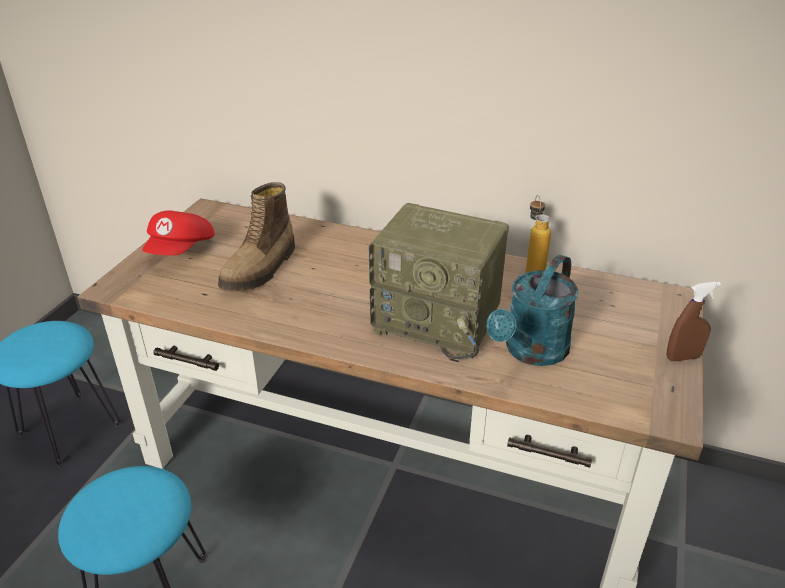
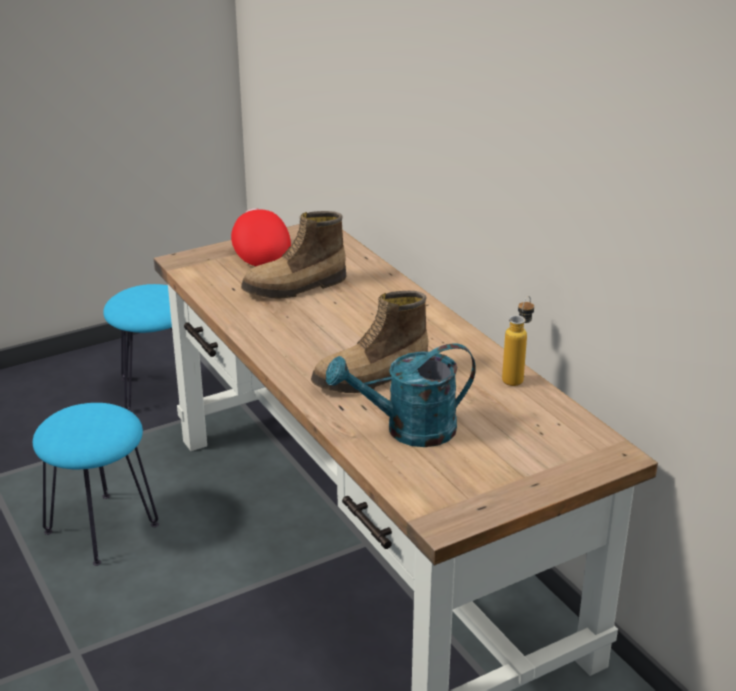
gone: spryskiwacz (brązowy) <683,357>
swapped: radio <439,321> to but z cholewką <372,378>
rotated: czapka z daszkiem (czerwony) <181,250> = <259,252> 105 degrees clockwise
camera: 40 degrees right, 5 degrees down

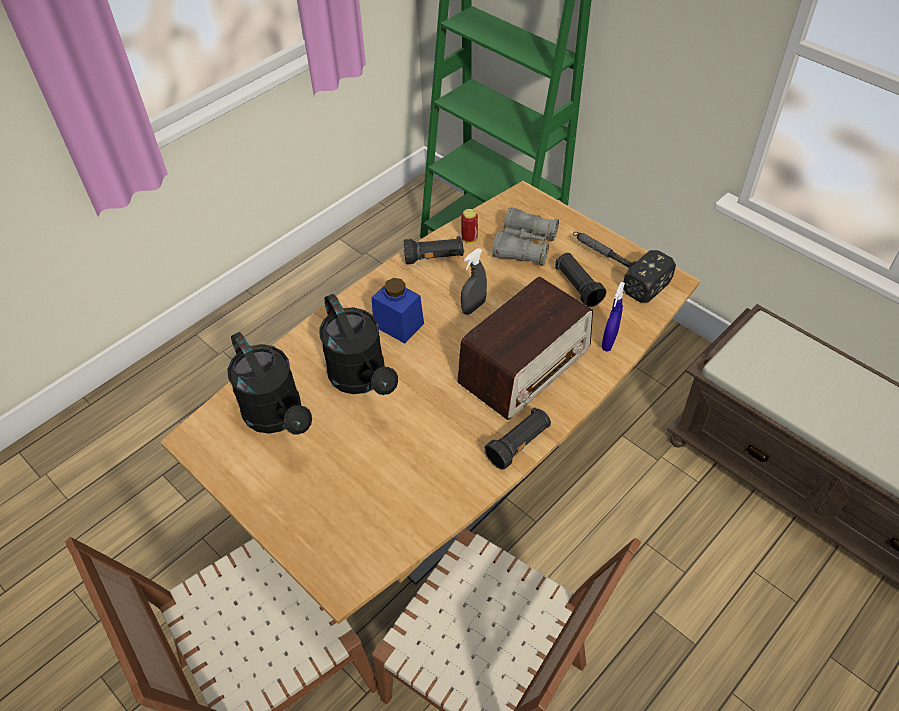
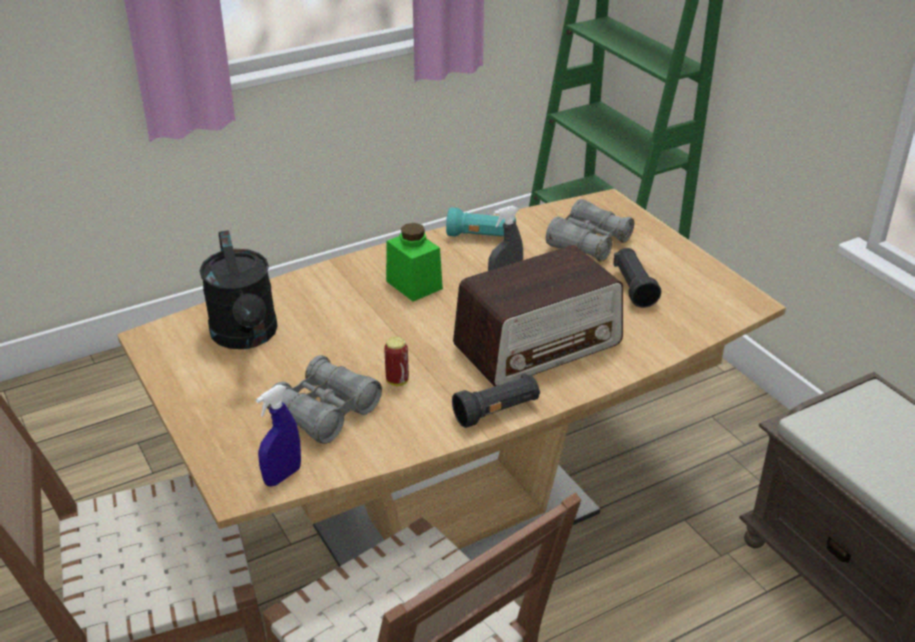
gone: młotek <614,267>; konewka (czarny) <362,379>
new: lornetka (szary) <325,412>
shifted: puszka <469,239> to <397,381>; spryskiwacz (niebieski) <609,342> to <282,476>
repainted: latarka (czarny) <434,258> to latarka (turkusowy) <481,236>; słoik (niebieski) <398,325> to słoik (zielony) <414,285>
camera: 15 degrees right, 15 degrees down

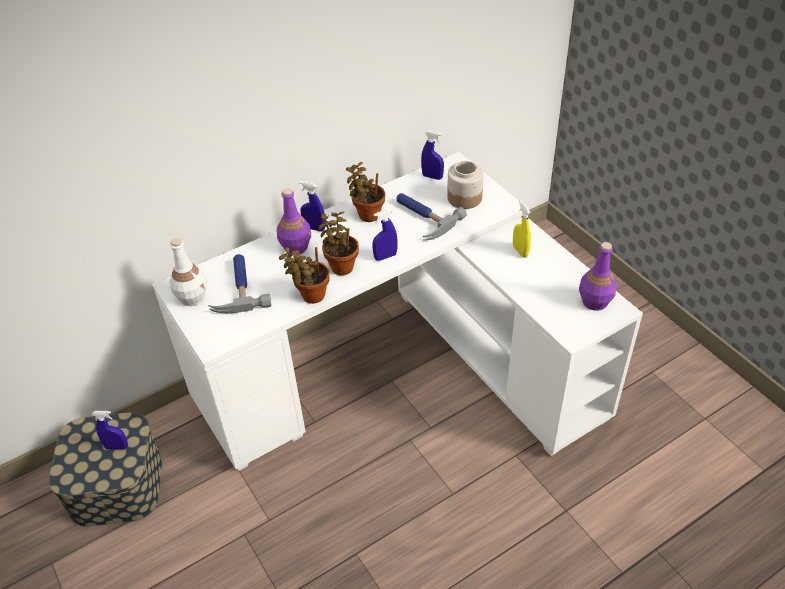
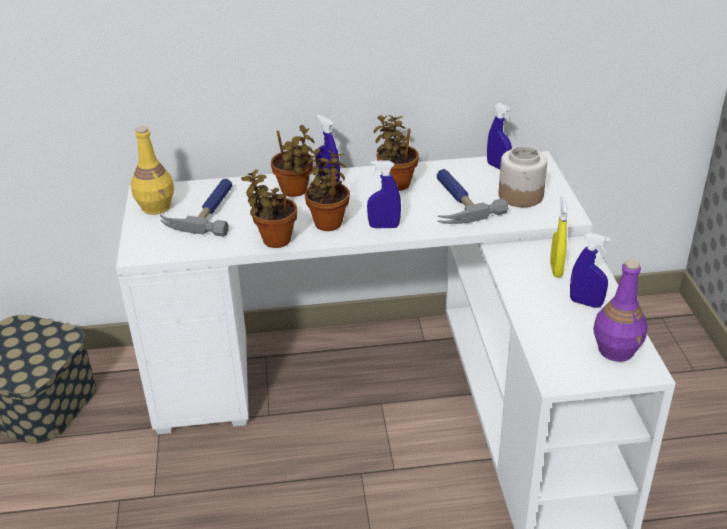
shifted: spryskiwacz (niebieski) <117,447> to <585,303>
swapped: butelka (fioletowy) <296,247> to roślina doniczkowa <295,191>
repainted: butelka (biały) <192,297> to butelka (żółty) <156,206>
camera: 25 degrees right, 10 degrees down

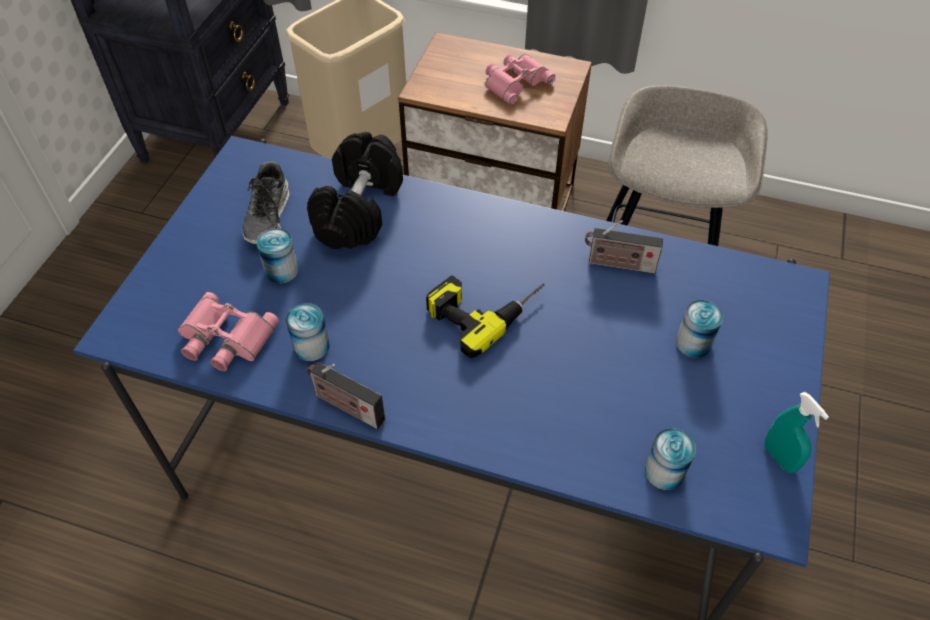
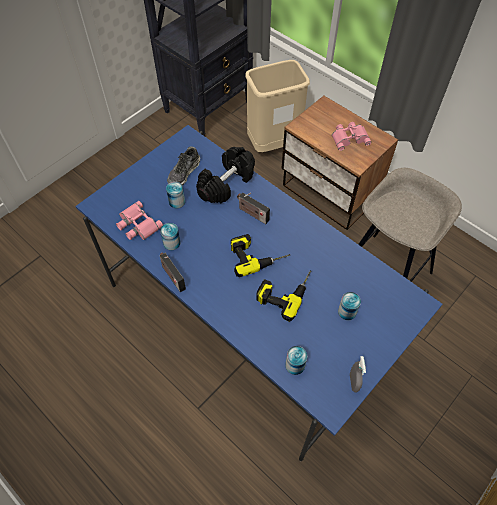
new: wiertarka <284,290>
shifted: radio <618,264> to <252,214>
repainted: spryskiwacz (turkusowy) <779,457> to spryskiwacz (szary) <353,382>
camera: 25 degrees right, 5 degrees up

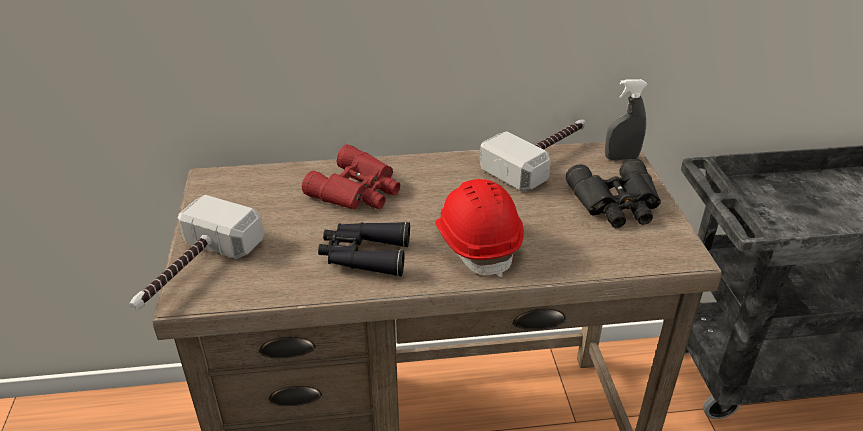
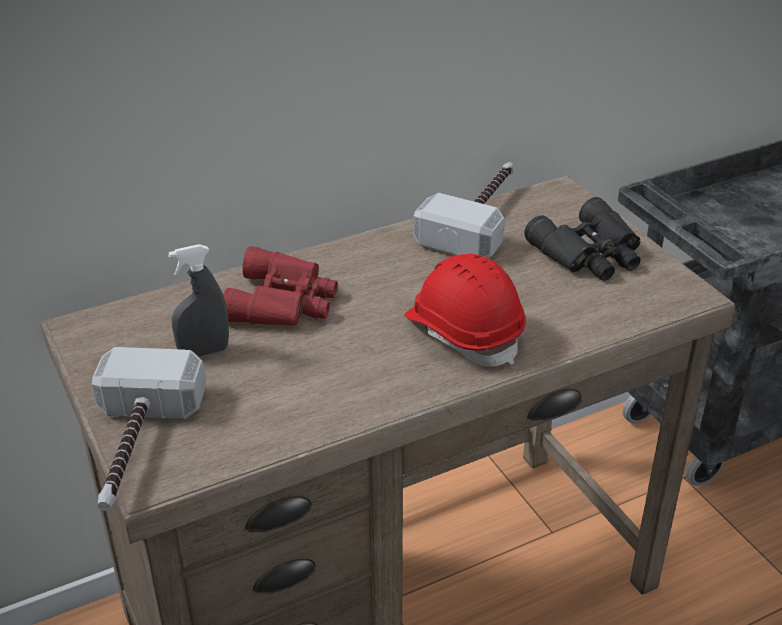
gone: lornetka (czarny) <364,256>
shifted: spryskiwacz (szary) <621,158> to <204,352>
camera: 20 degrees left, 0 degrees up

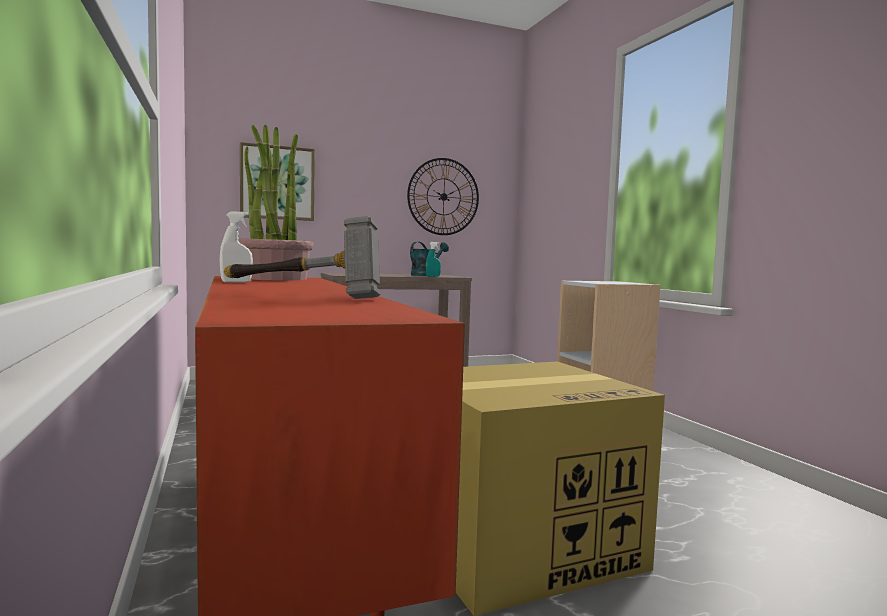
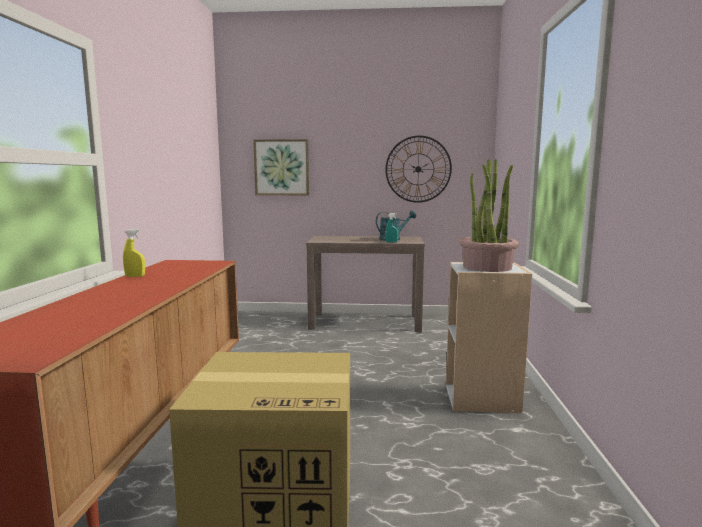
gone: młotek <307,296>
shifted: roślina doniczkowa <273,278> to <487,267>
repainted: spryskiwacz (biały) <236,282> to spryskiwacz (żółty) <135,276>
camera: 25 degrees right, 5 degrees up

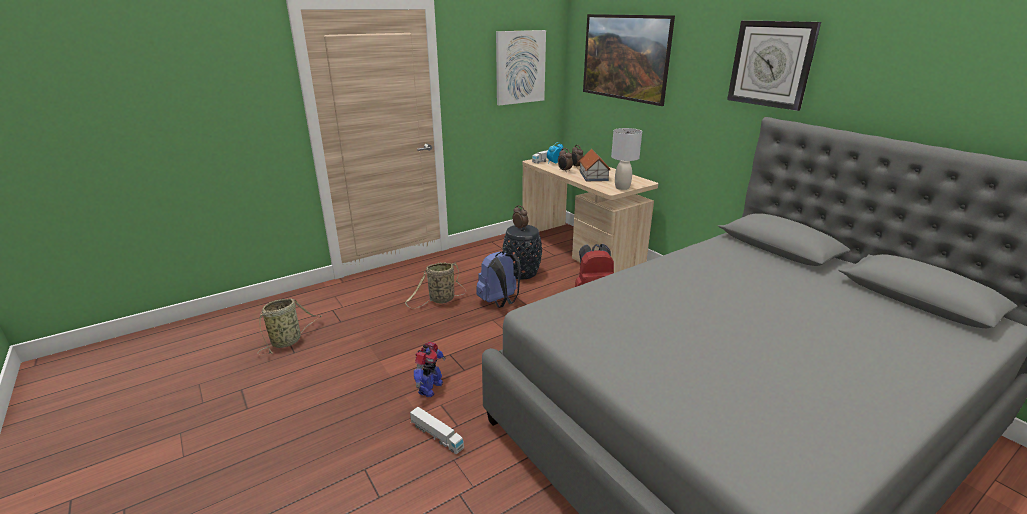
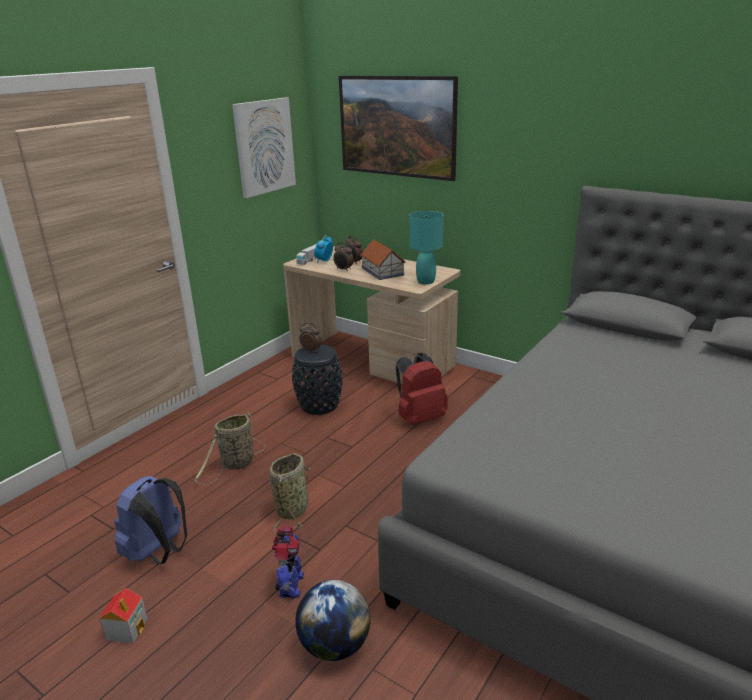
gone: zegar ścienny <771,64>
new: domek <127,628>
shifted: plecak (niebieski) <499,302> to <159,552>; koszyk <288,341> to <293,508>
swapped: ciężarówka zabawkowa <436,436> to globus <334,645>
repainted: lampa stołowa (szary) <622,187> to lampa stołowa (turkusowy) <426,281>
camera: 20 degrees left, 0 degrees up

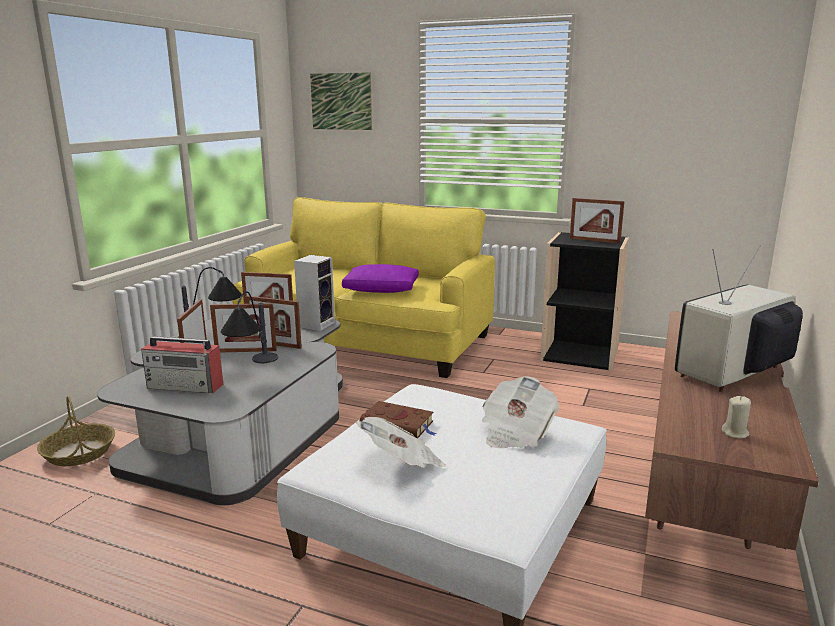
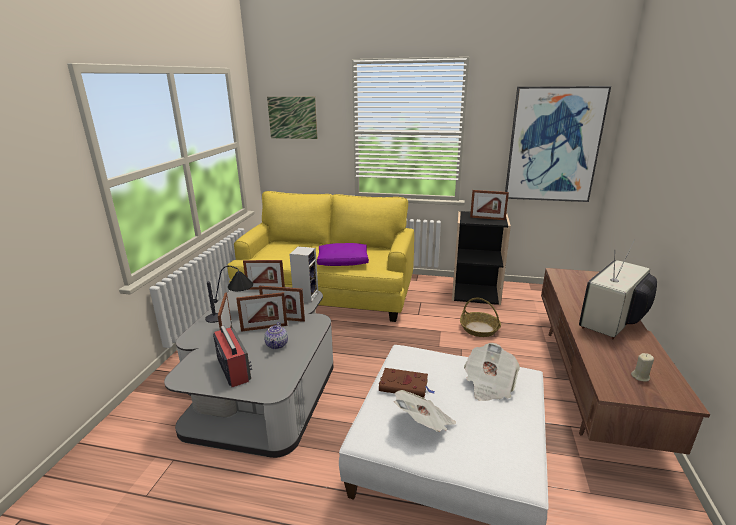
new: obraz <553,145>
shifted: koszyk <79,453> to <479,329>
swapped: lampa stołowa <253,368> to imbryk <277,344>
rotated: radio <186,386> = <233,368> 120 degrees counterclockwise
camera: 10 degrees left, 5 degrees up

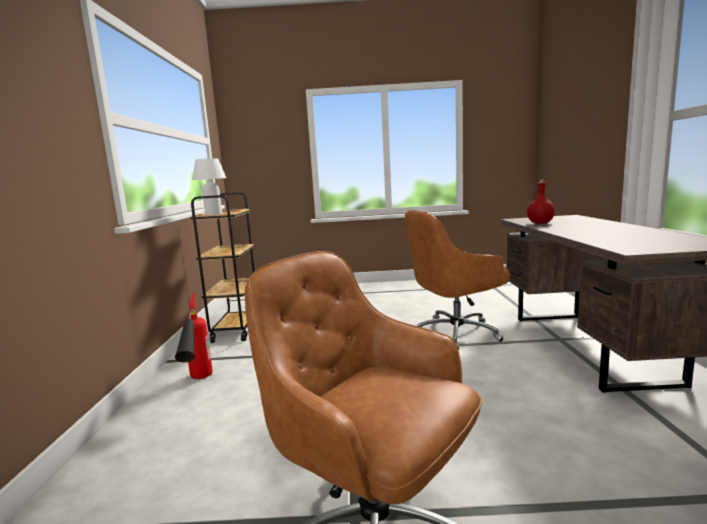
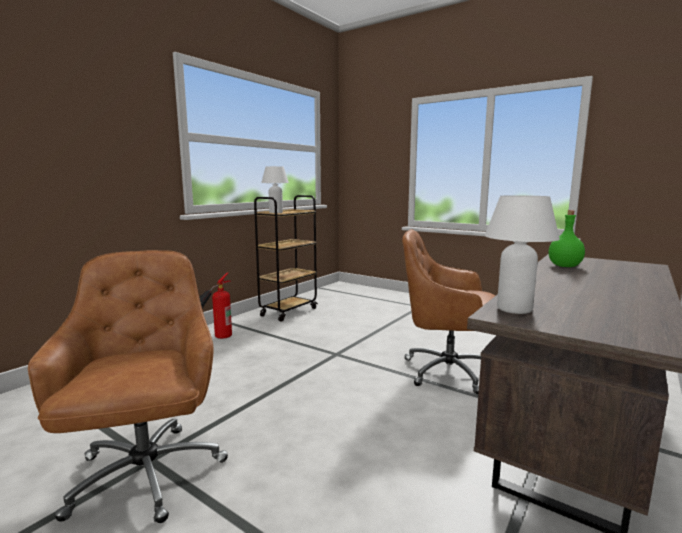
new: lampa stołowa (biały) <514,309>
repainted: butelka (czerwony) <540,223> to butelka (zielony) <564,266>
camera: 35 degrees right, 0 degrees up

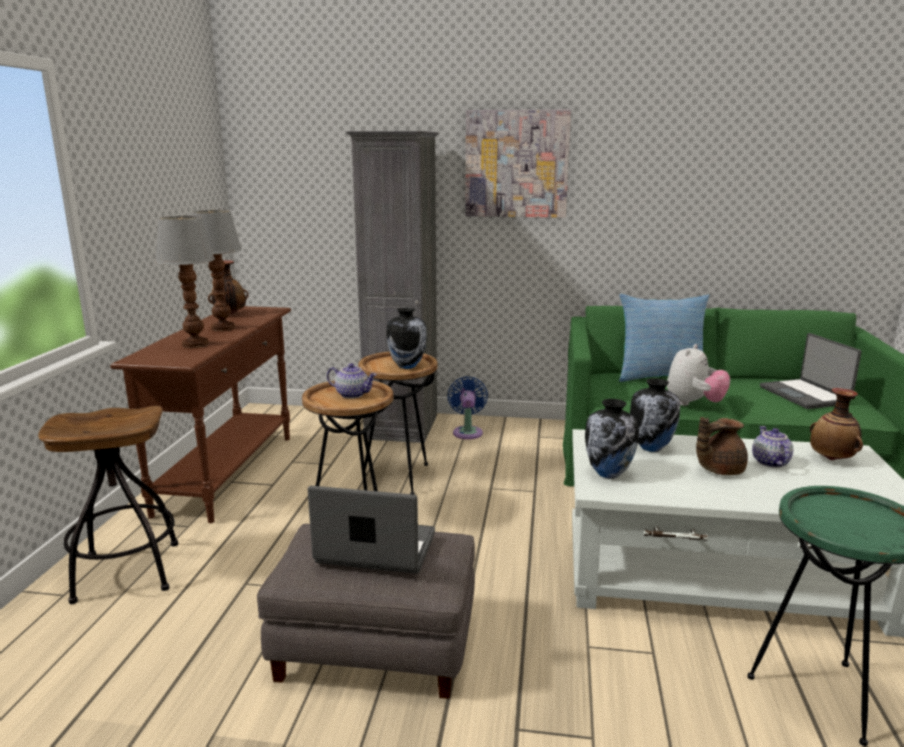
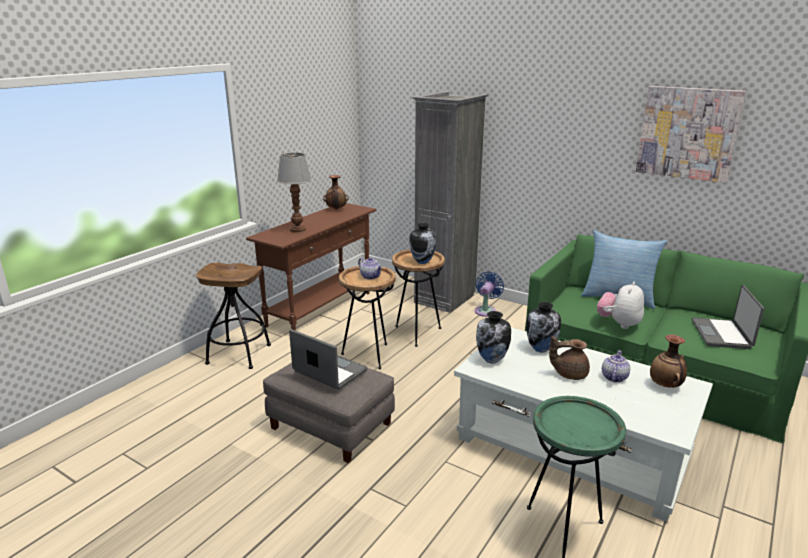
gone: lampa stołowa <224,328>
shifted: obraz <516,164> to <687,133>
rotated: pluszak <693,404> = <619,324> 150 degrees clockwise
camera: 25 degrees right, 5 degrees up

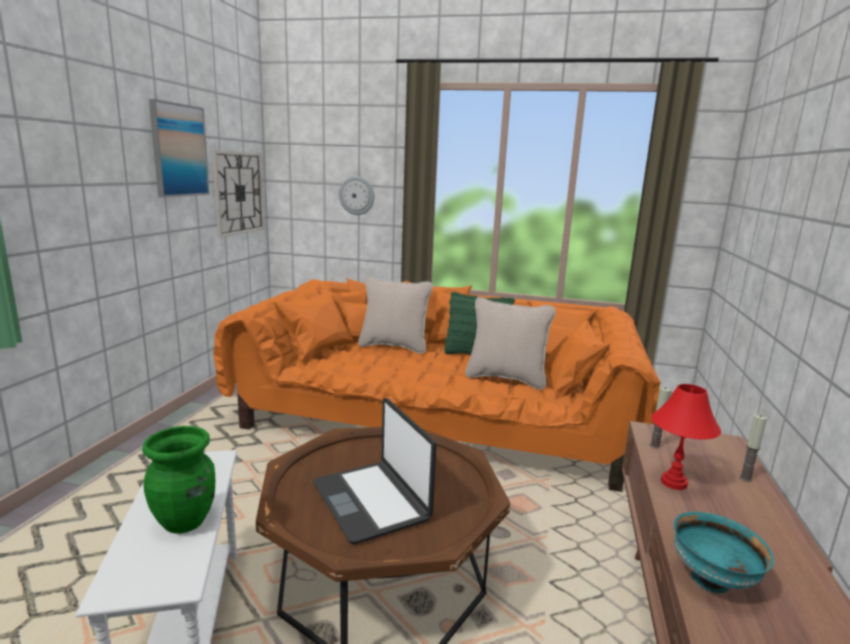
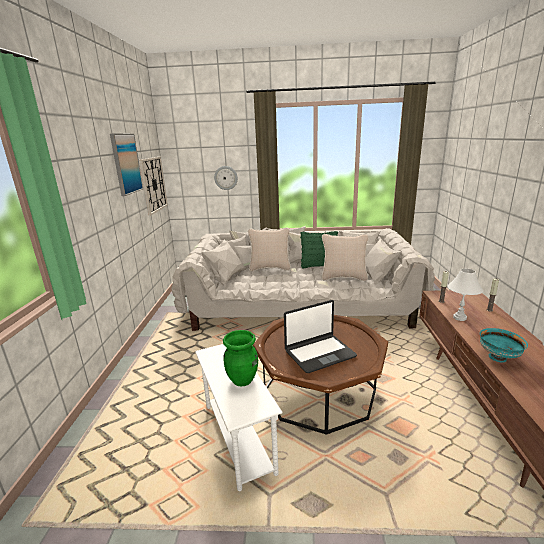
repainted: kanapa (pomarańczowy) <432,414> to kanapa (biały) <297,304>; lampa stołowa (czerwony) <674,482> to lampa stołowa (biały) <459,317>
rotated: laptop <372,501> = <319,353> 75 degrees counterclockwise
camera: 10 degrees left, 5 degrees up

